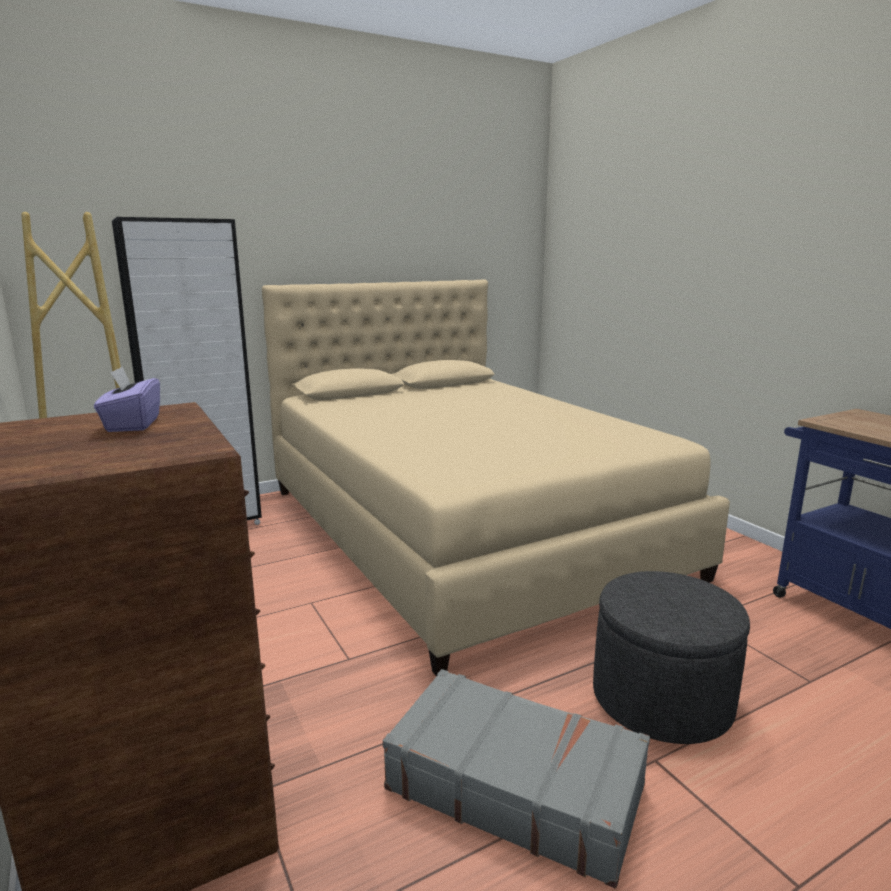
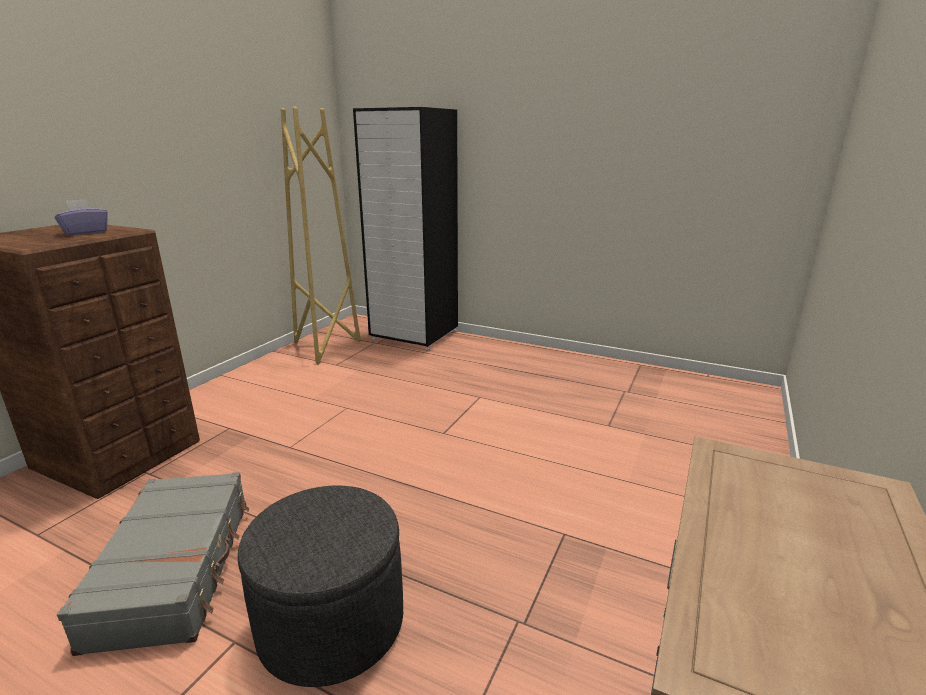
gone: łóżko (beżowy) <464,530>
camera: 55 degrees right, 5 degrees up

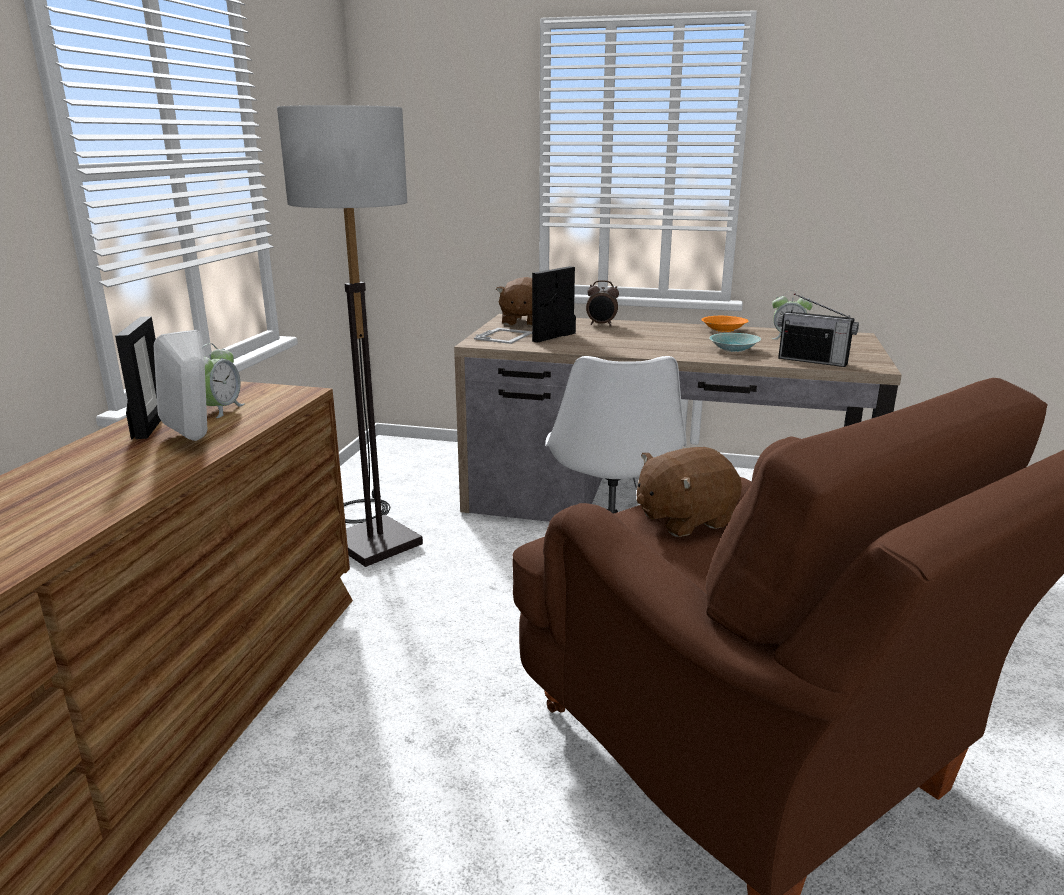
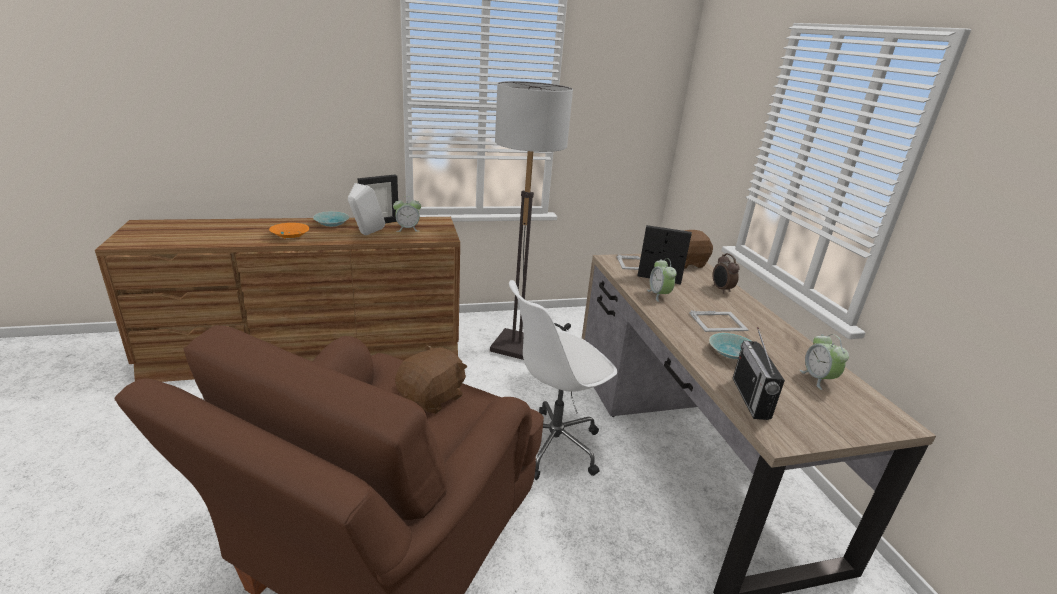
new: miska (turkusowy) <333,224>; budzik <659,295>; ramka na zdjęcie <719,322>
shifted: miska (pomarańczowy) <722,330> to <290,236>
rotated: pluszak (brązowy) <683,519> = <432,397> 90 degrees clockwise
camera: 60 degrees right, 5 degrees up

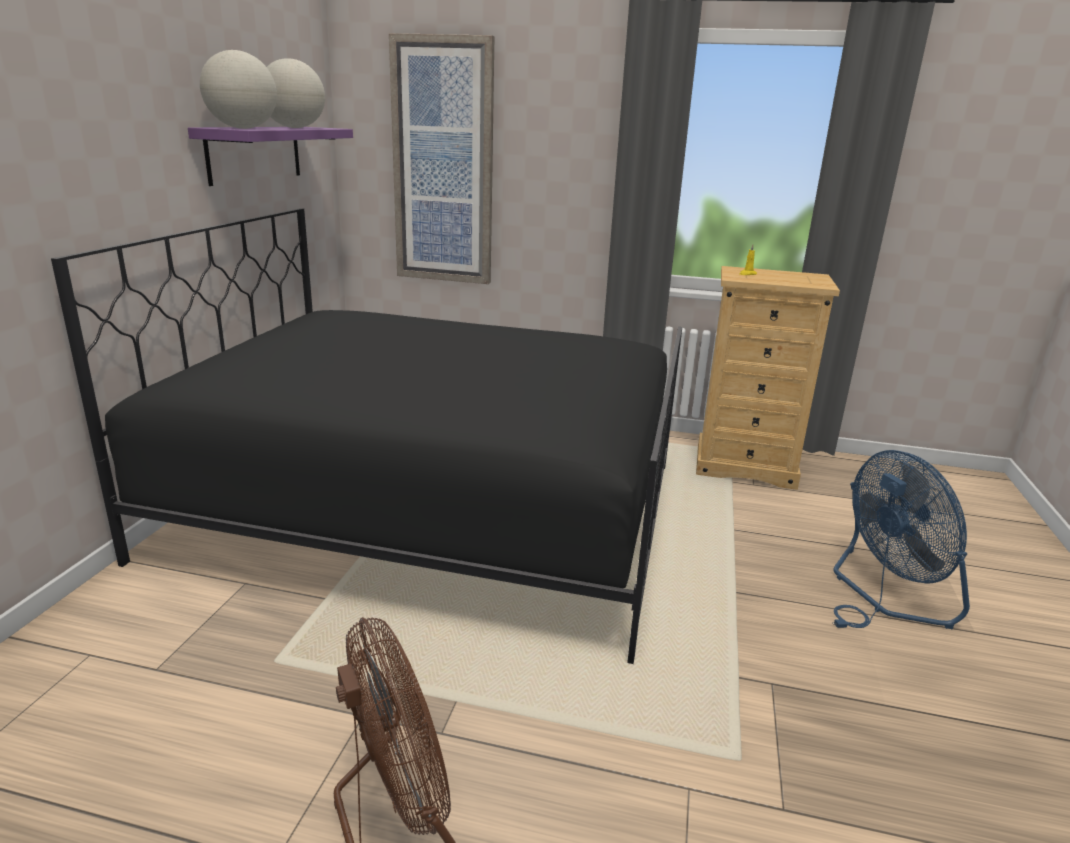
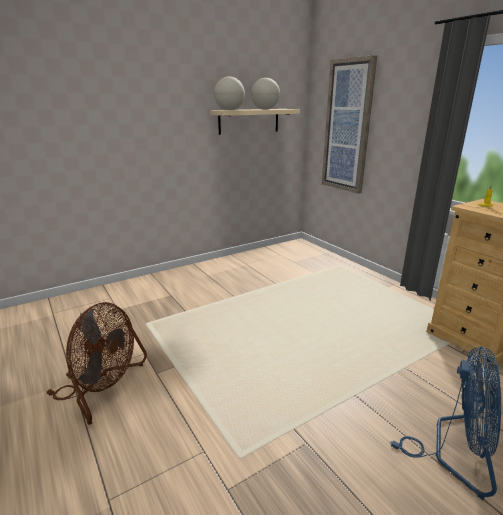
gone: łóżko (czarny) <431,508>
repainted: półka (fioletowy) <255,153> to półka (beżowy) <249,121>
camera: 45 degrees right, 0 degrees up

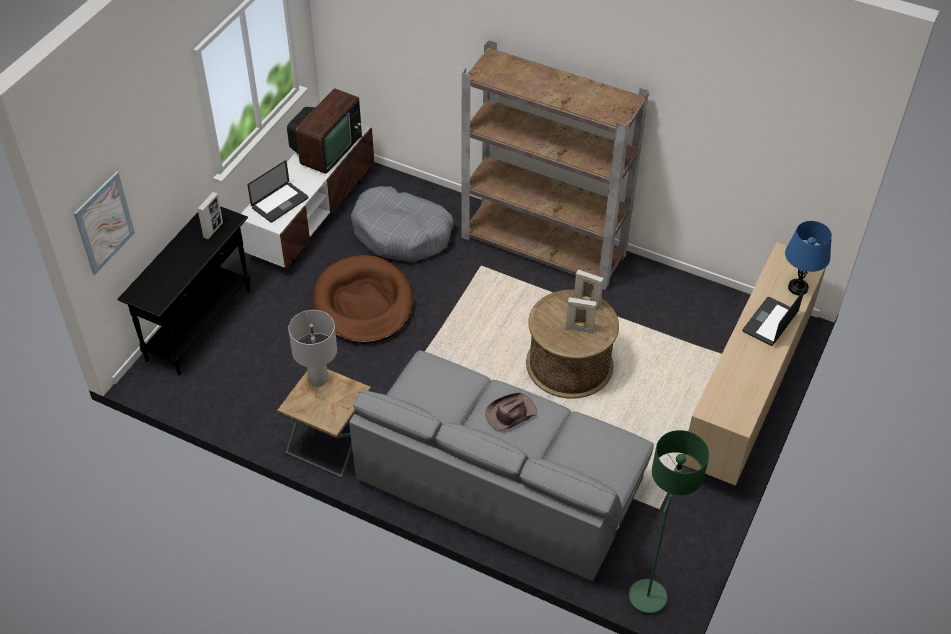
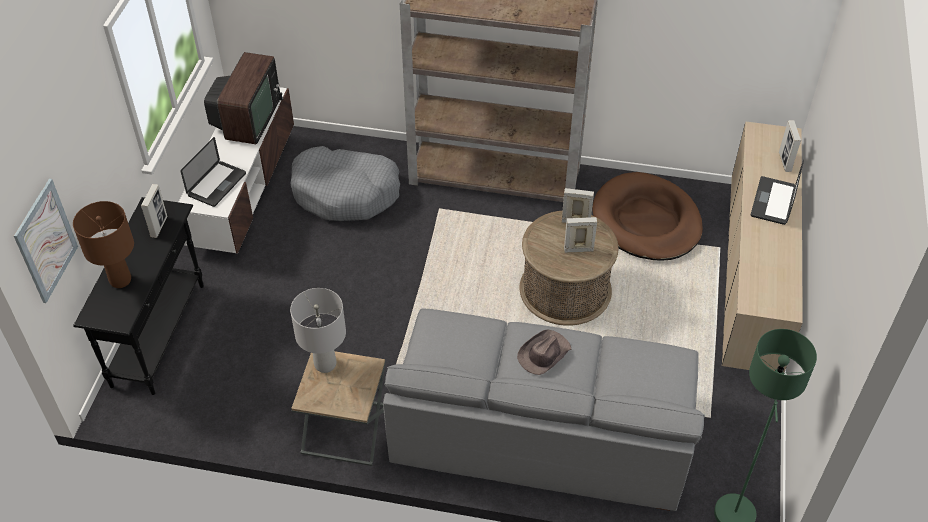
new: lampa stołowa (brązowy) <121,280>
shifted: legowisko (brązowy) <363,304> to <646,221>
swapped: lampa stołowa (niebieski) <798,288> to ramka na zdjęcie <785,162>
camera: 15 degrees left, 0 degrees up

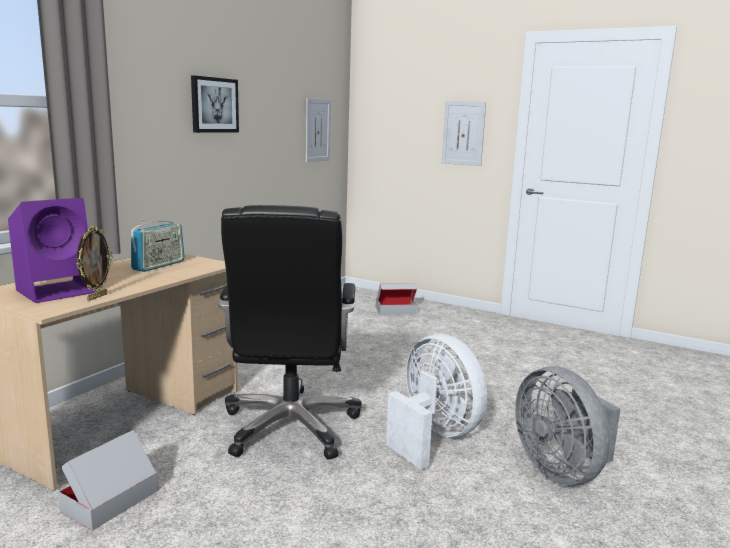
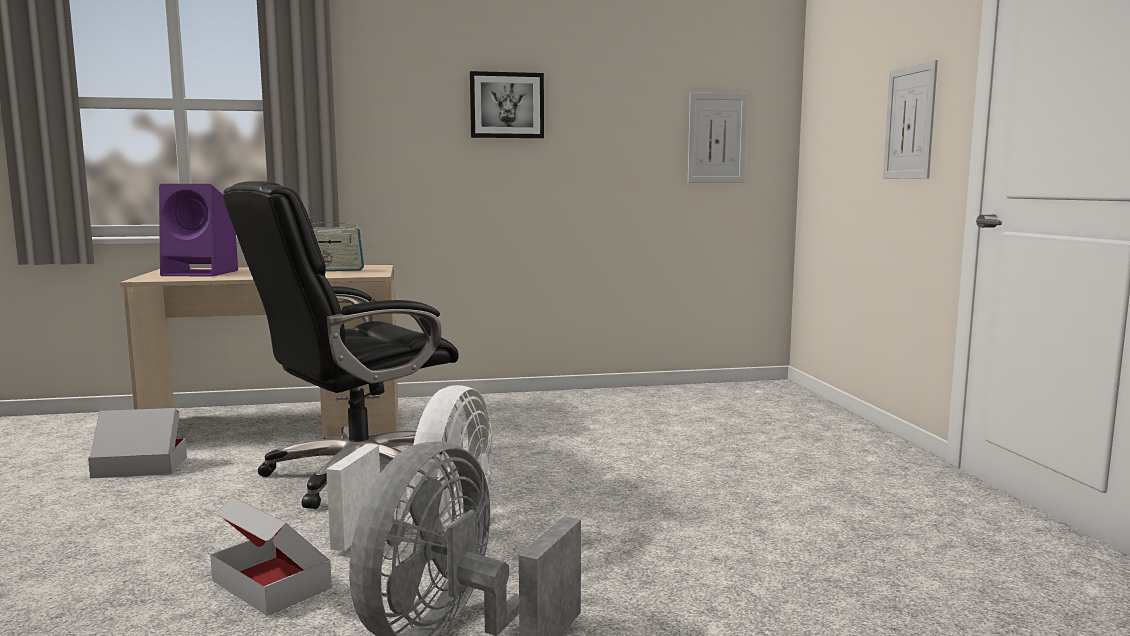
gone: ramka na zdjęcie <96,297>
shifted: karton <396,310> to <271,584>
camera: 50 degrees right, 5 degrees down

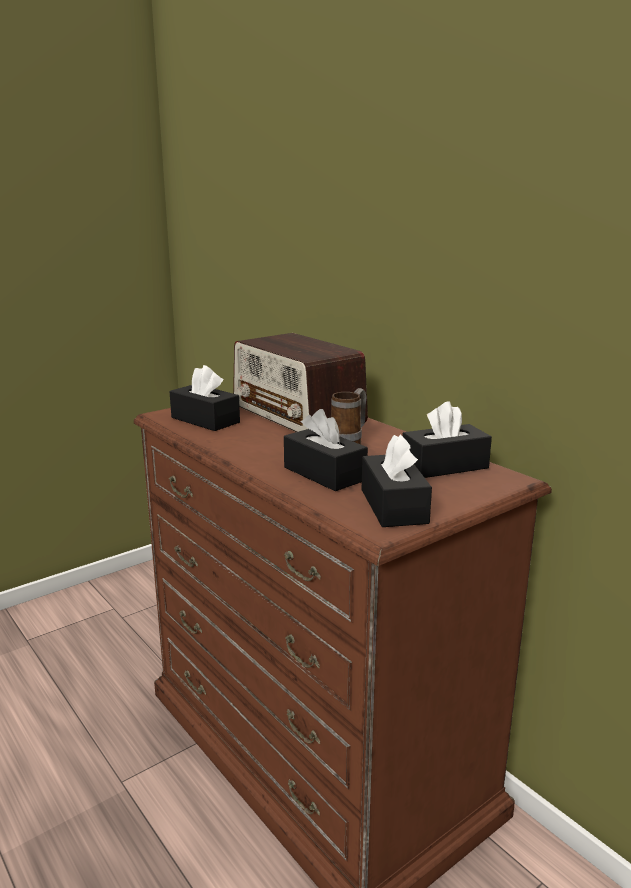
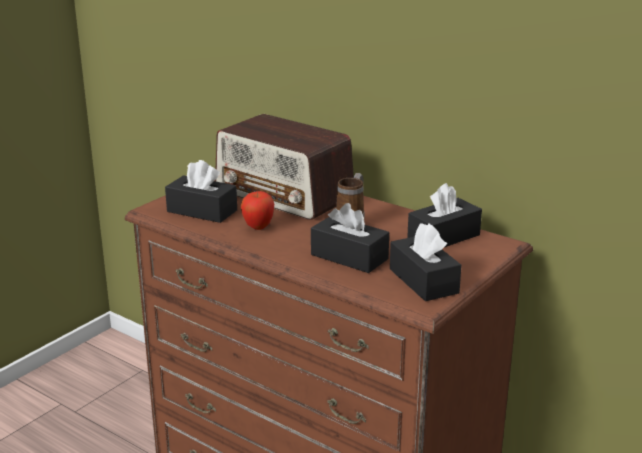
new: jabłko <258,227>
camera: 15 degrees left, 5 degrees up

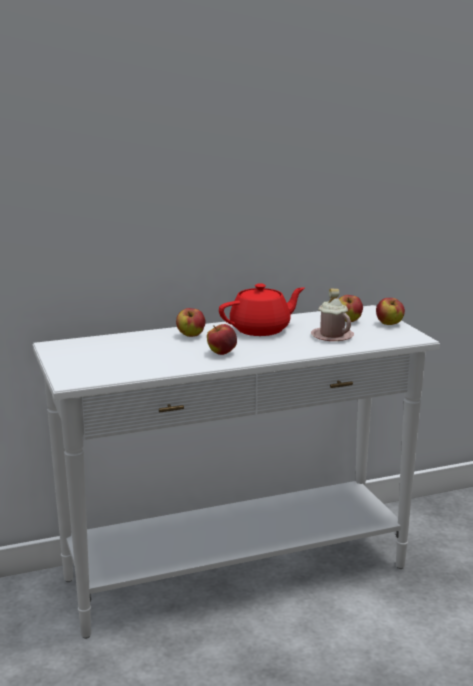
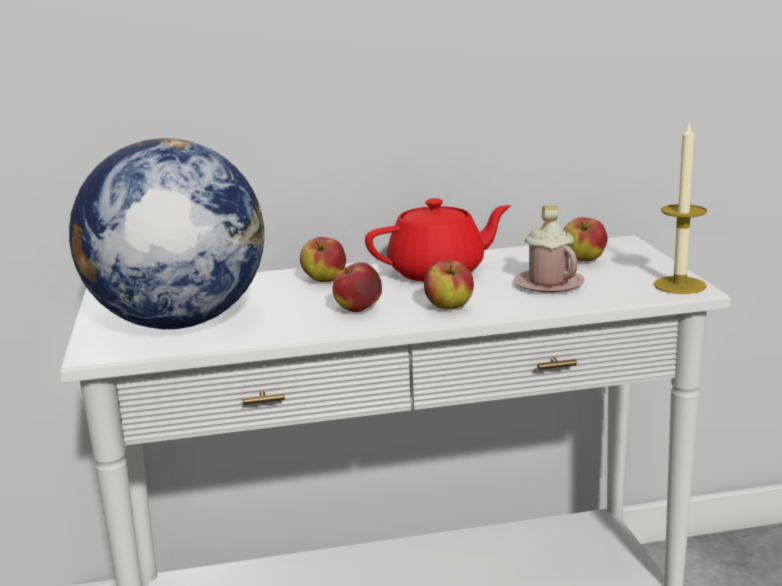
new: świeca <679,285>; globus <177,323>
shifted: jabłko <389,324> to <449,308>
camera: 10 degrees right, 0 degrees up

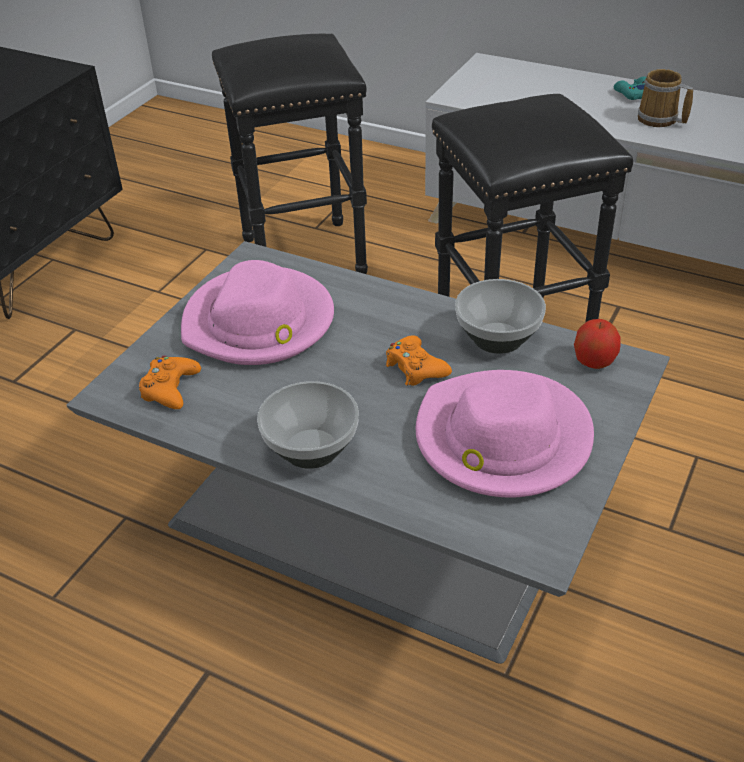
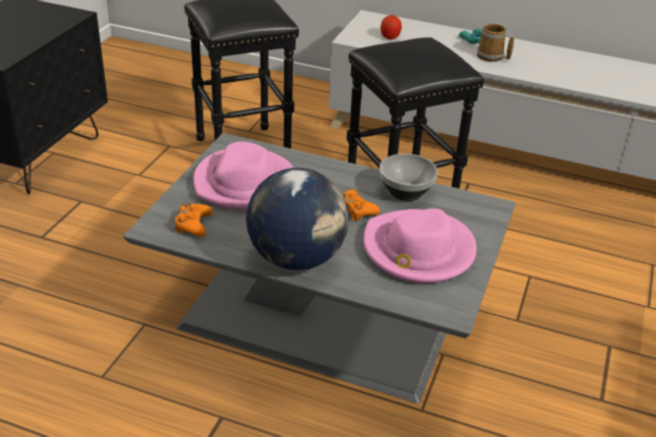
shifted: jabłko <594,362> to <390,37>
swapped: miska <312,448> to globus <296,258>
camera: 10 degrees left, 5 degrees down

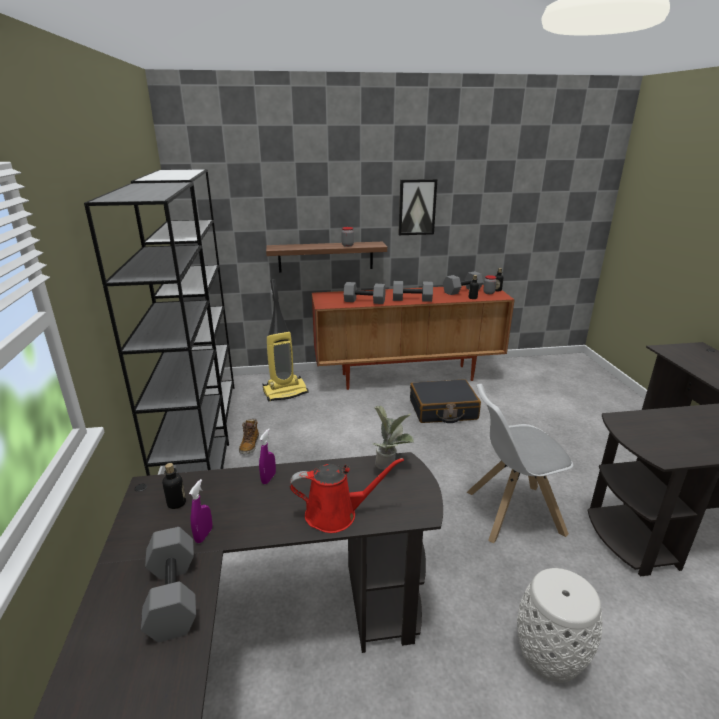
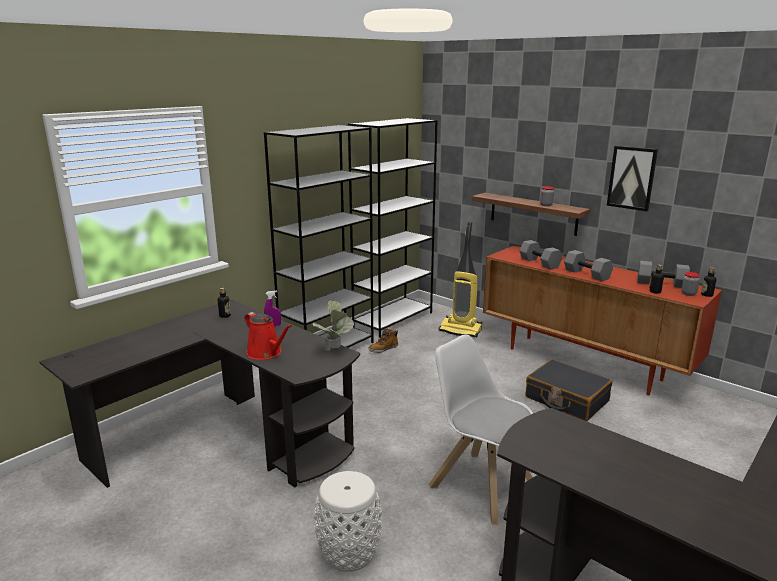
gone: spryskiwacz (fioletowy) <204,535>; hantel (szary) <171,595>
camera: 50 degrees right, 5 degrees down

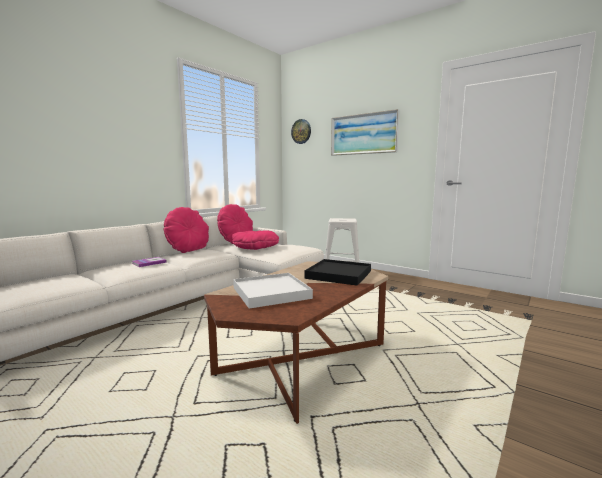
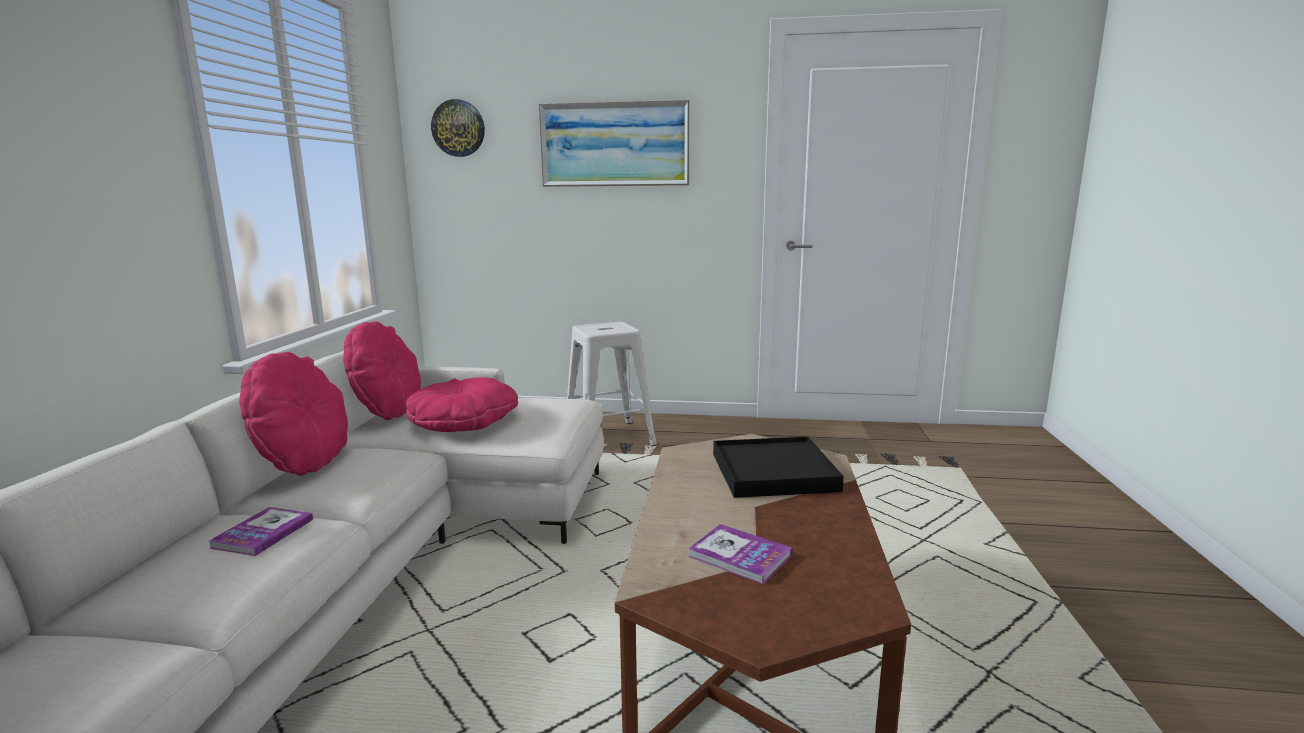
swapped: taca (biały) <271,293> to książka <740,555>
camera: 30 degrees left, 5 degrees up

